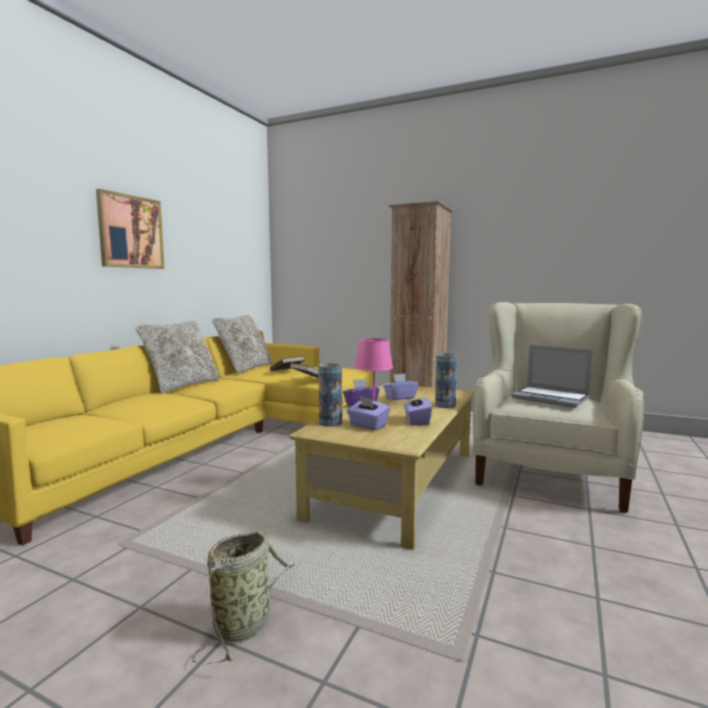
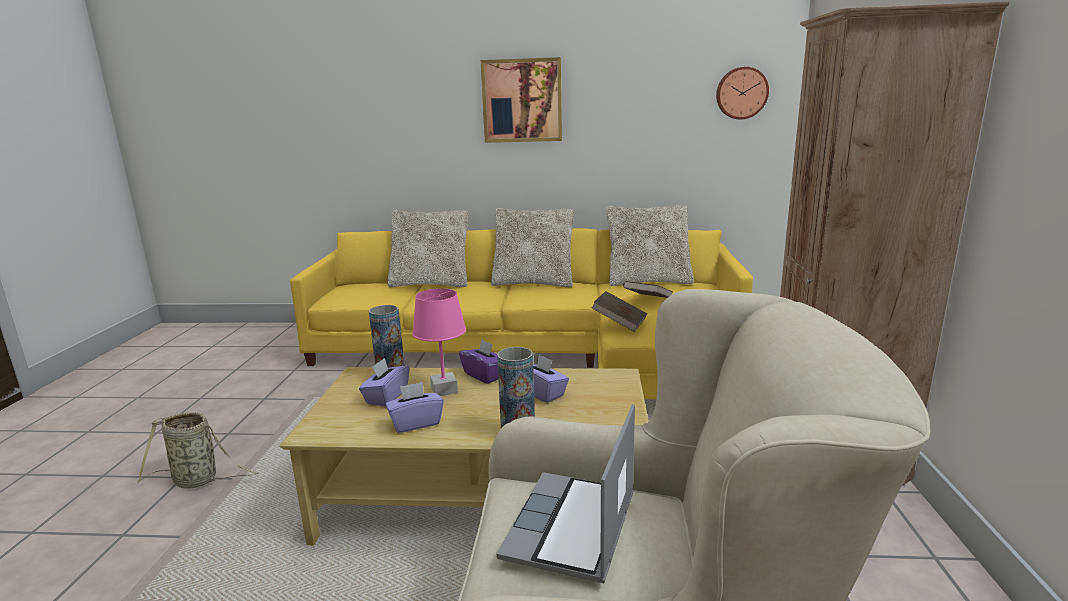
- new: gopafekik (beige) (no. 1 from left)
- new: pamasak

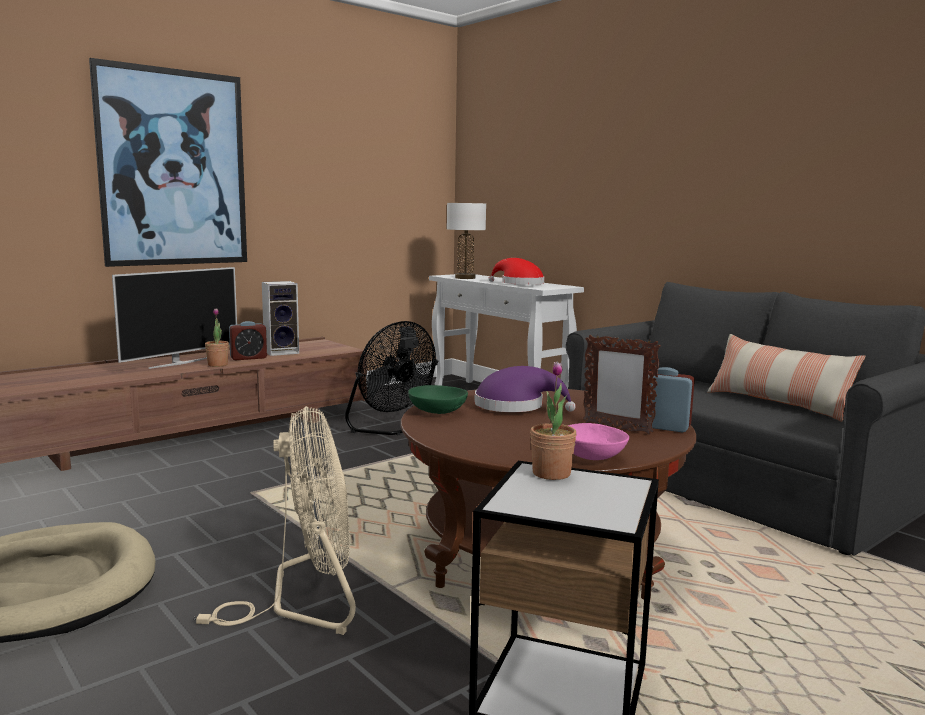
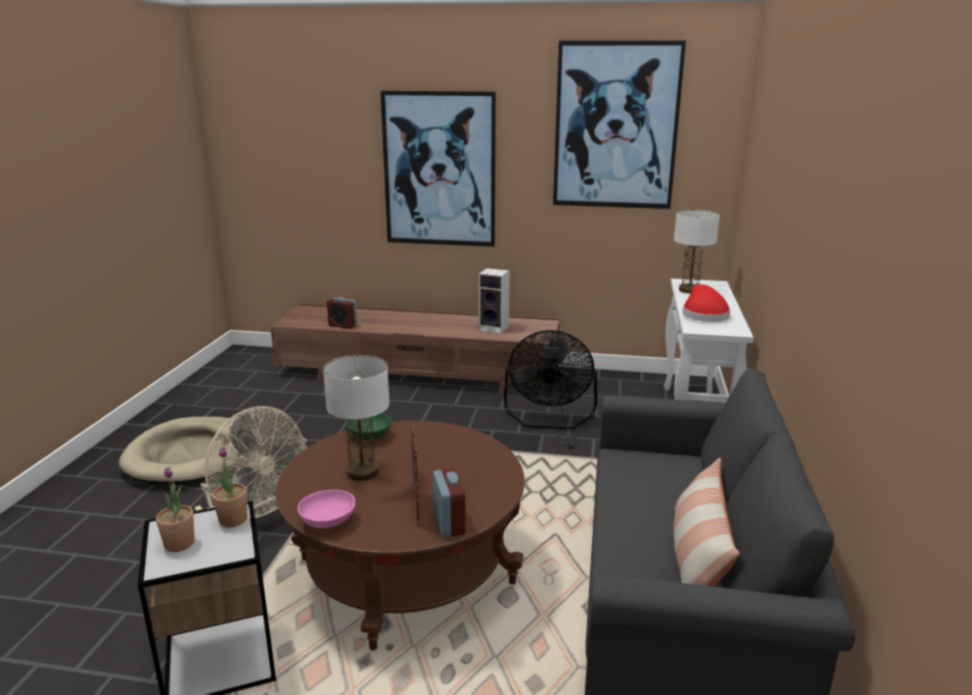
- shifted: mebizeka (no. 1 from left)
- new: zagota (no. 1 from left)
- shifted: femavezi (no. 1 from left)
- new: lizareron (no. 2 from left)
- gone: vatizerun
- gone: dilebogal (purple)

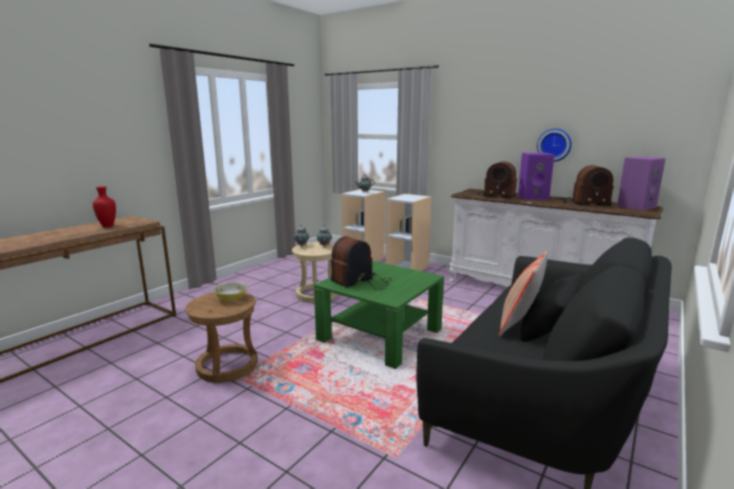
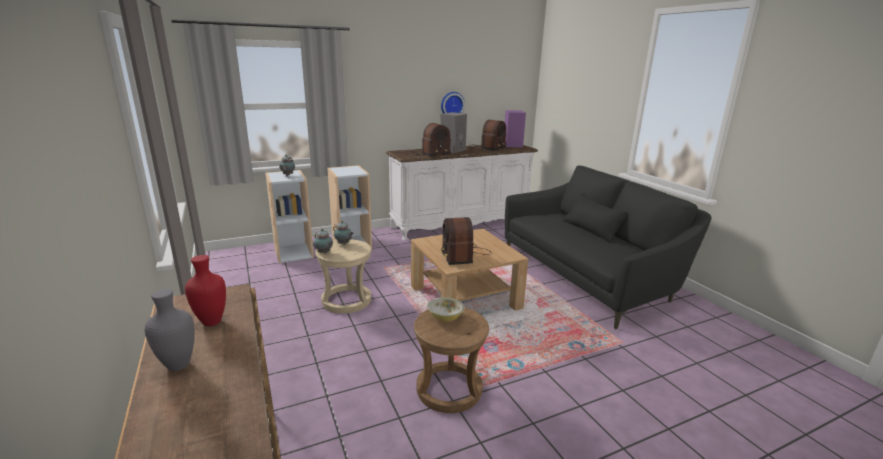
- new: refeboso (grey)
- repainted: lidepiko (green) to lidepiko (brown)
- repainted: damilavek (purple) (no. 1 from left) to damilavek (grey)
- gone: gopafekik

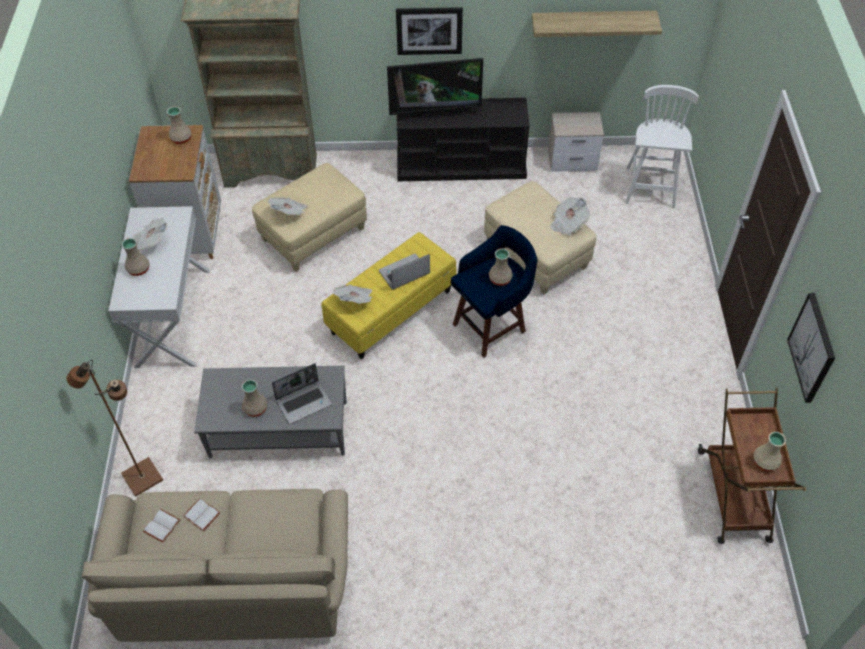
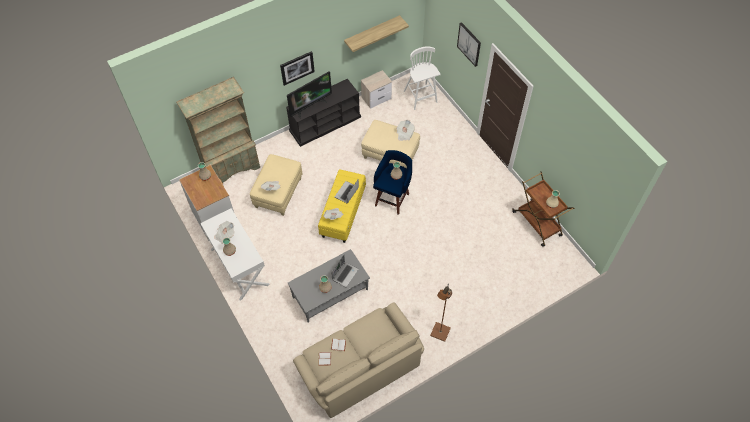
- shifted: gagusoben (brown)
- shifted: lizareron (no. 2 from left)

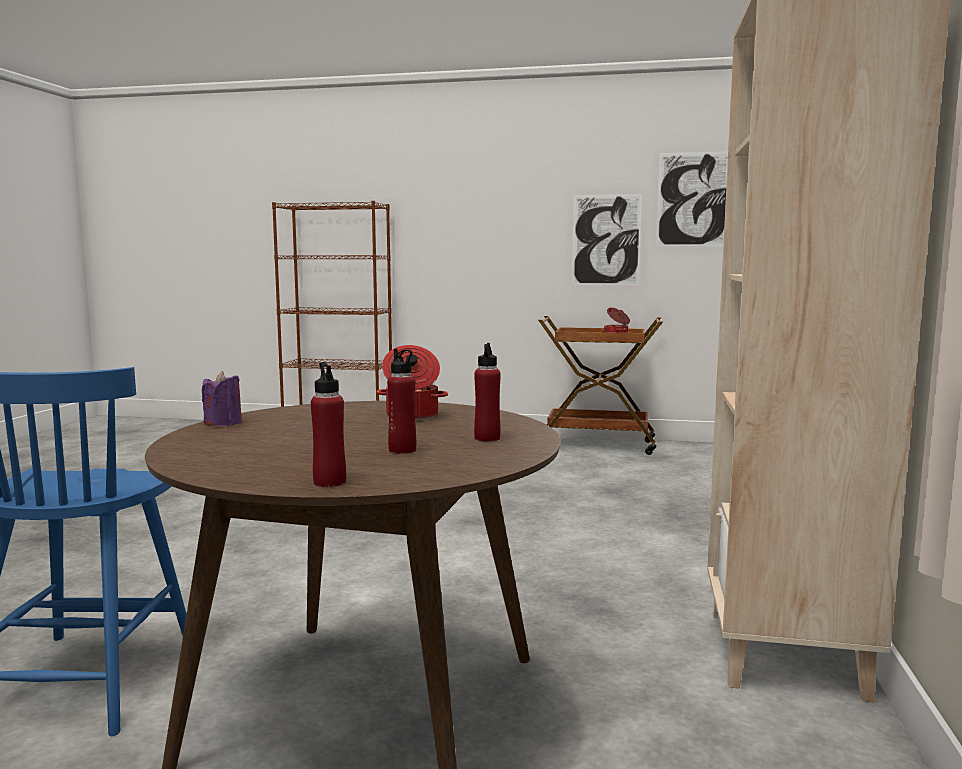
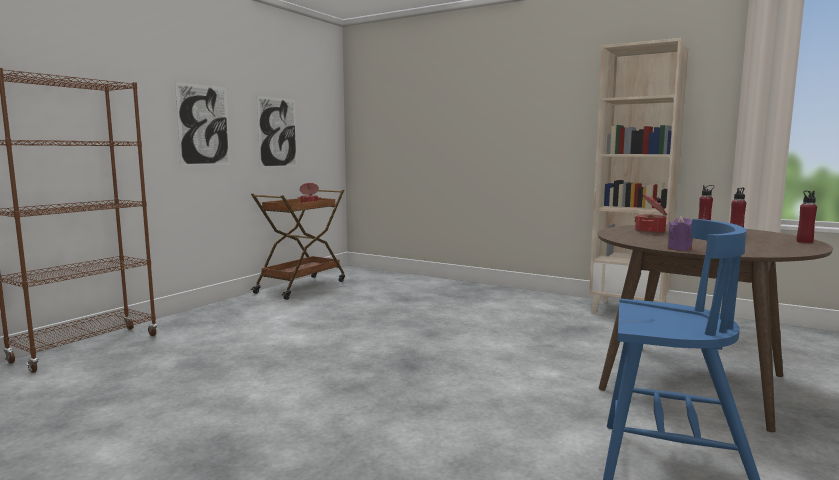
- shifted: lizareron (no. 2 from left in the first image) to lizareron (no. 1 from left)

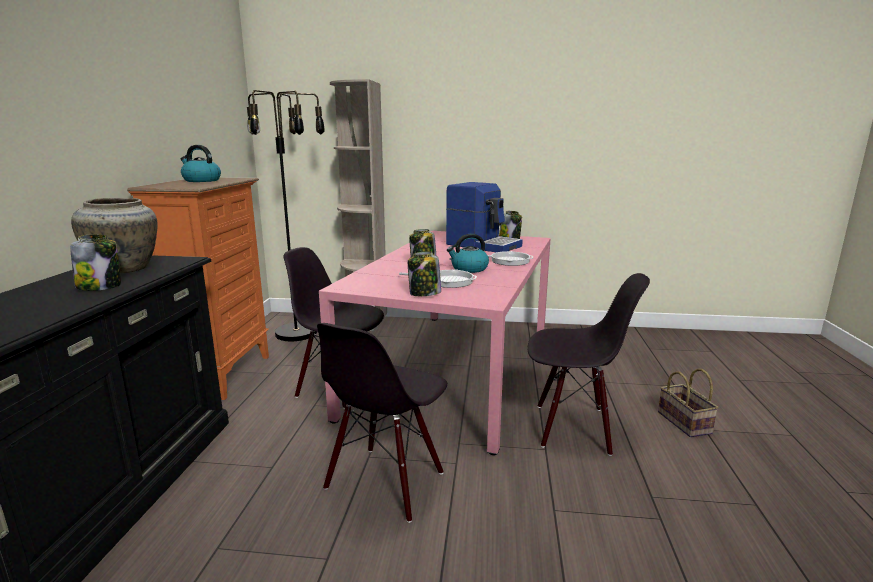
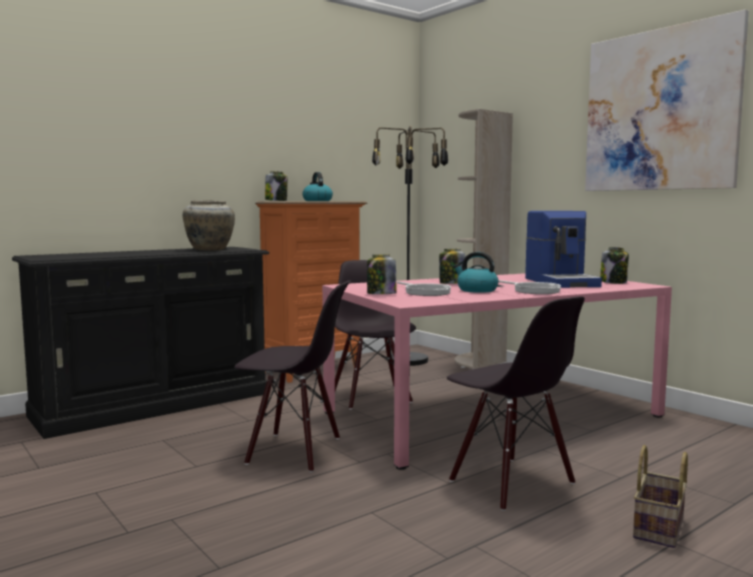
- rotated: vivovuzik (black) (no. 2 from left in the first image) 150 degrees counterclockwise
- shifted: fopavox (no. 1 from left)
- new: lizareron

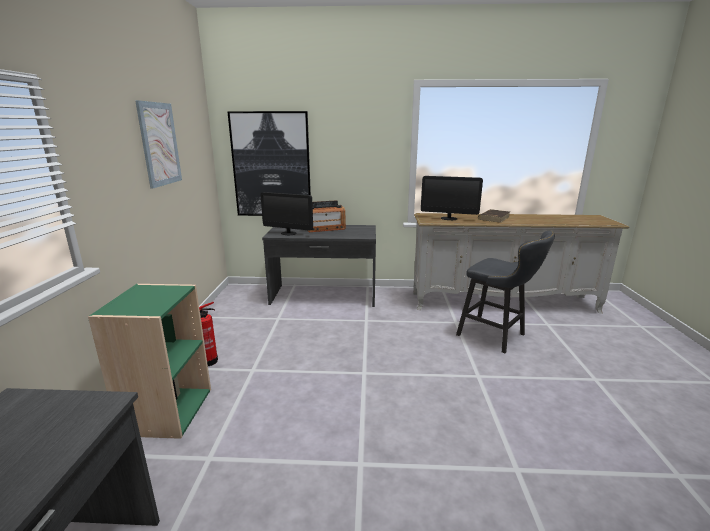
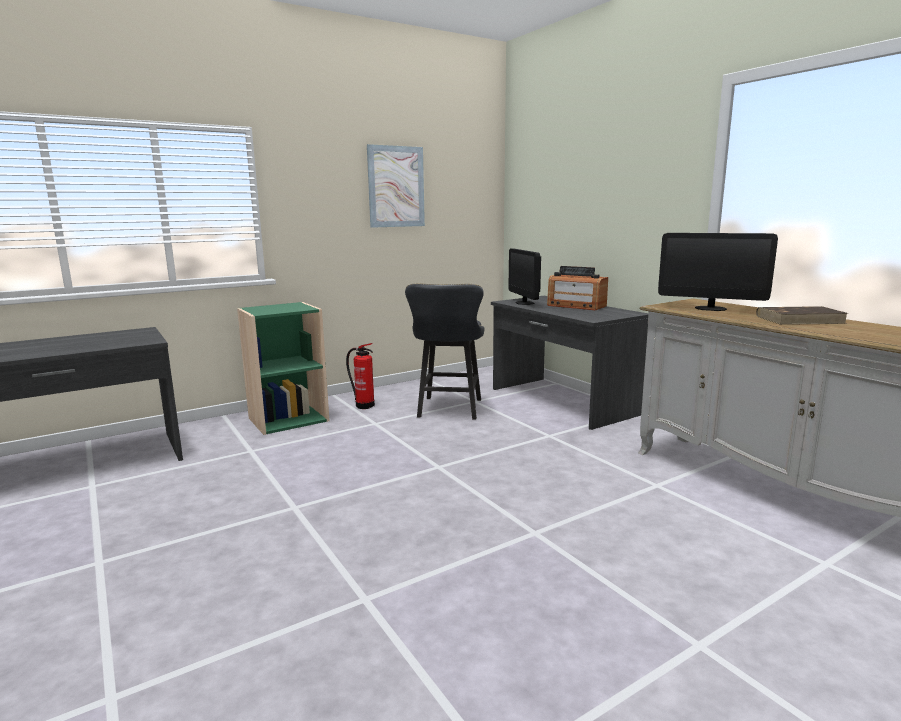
- shifted: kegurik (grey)
- rotated: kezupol (no. 2 from left) 45 degrees counterclockwise
- gone: lizareron (no. 2 from left)

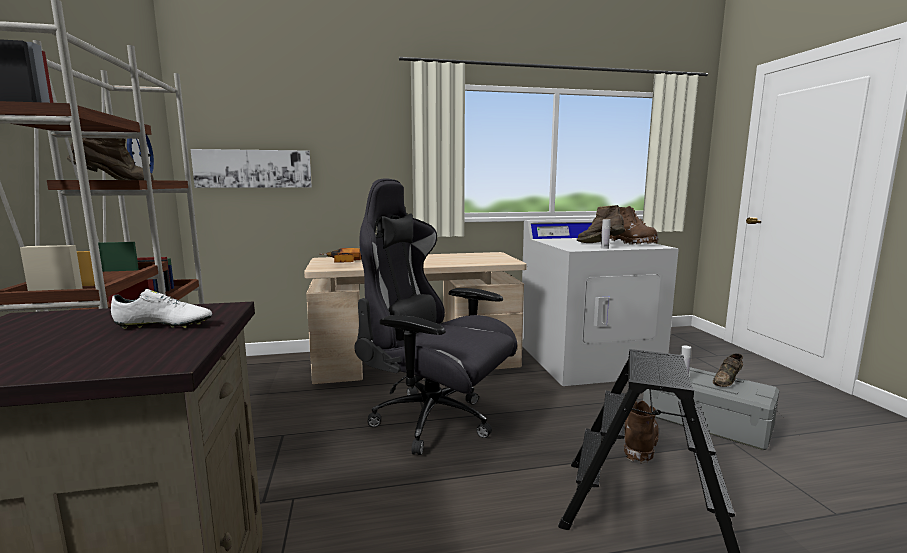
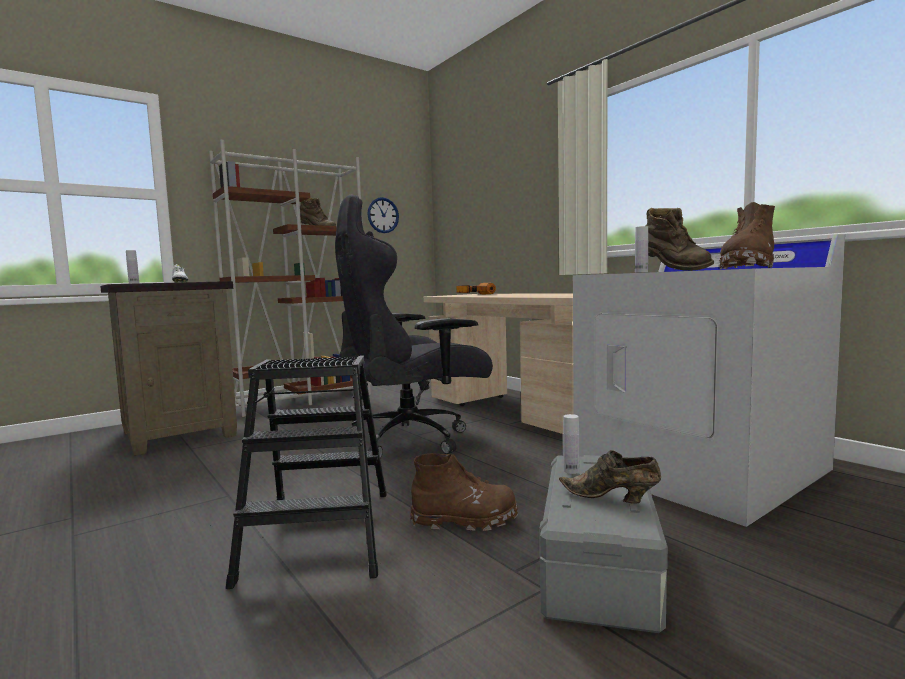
- new: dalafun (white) (no. 1 from left)
- rotated: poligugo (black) 120 degrees counterclockwise
- rotated: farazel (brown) (no. 2 from left in the first image) 135 degrees clockwise
- gone: lizareron

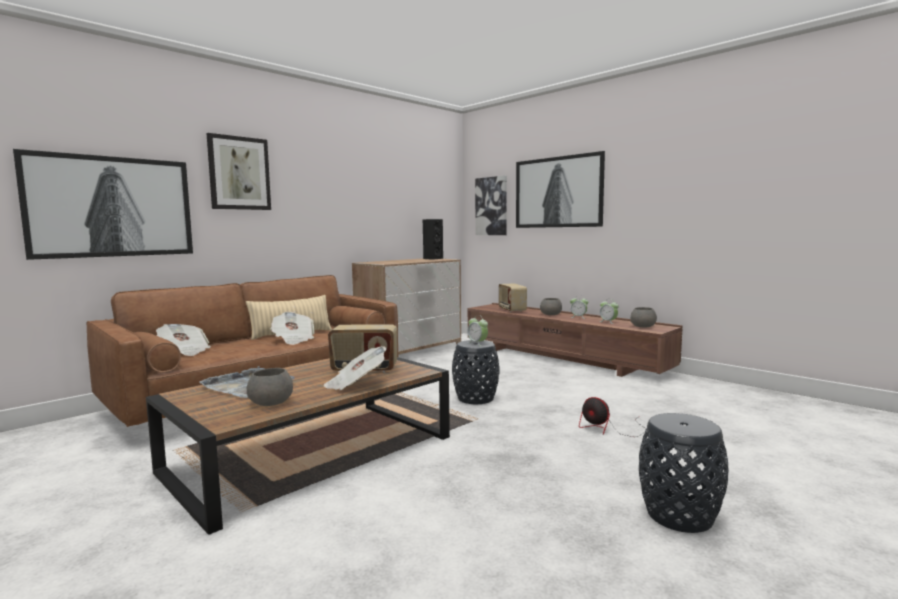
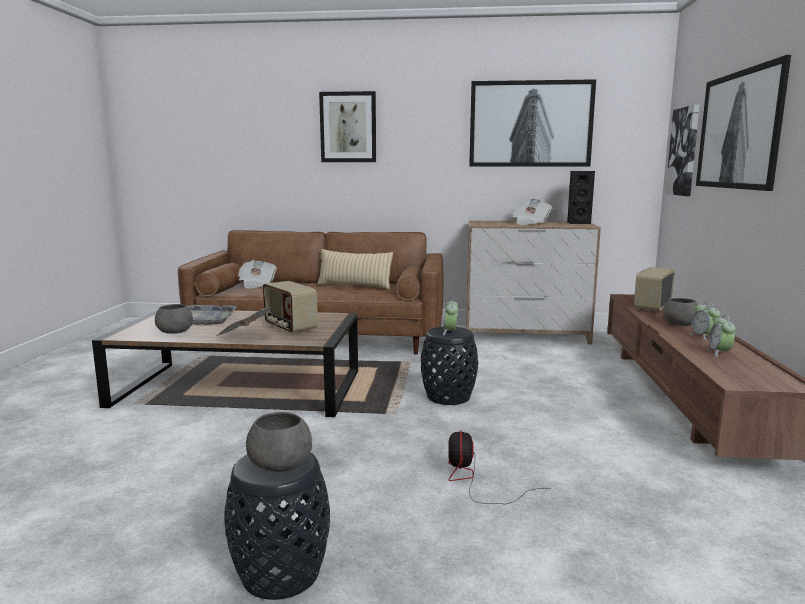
- shifted: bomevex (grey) (no. 3 from left in the first image) to bomevex (grey) (no. 2 from left)
- shifted: lizareron (no. 1 from left in the first image) to lizareron (no. 2 from left)
- shifted: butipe (no. 2 from left in the first image) to butipe (no. 3 from left)

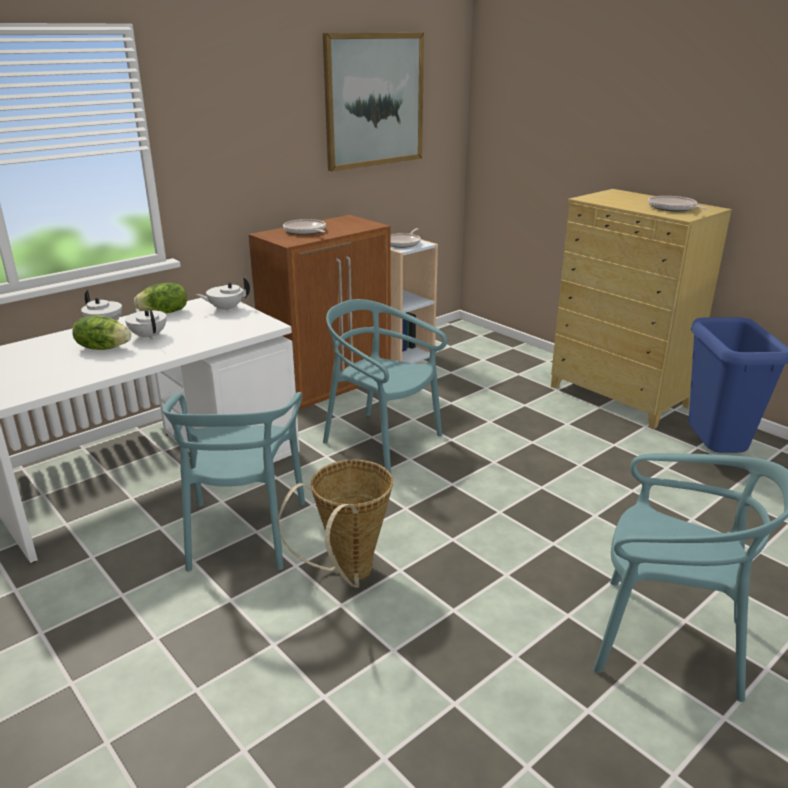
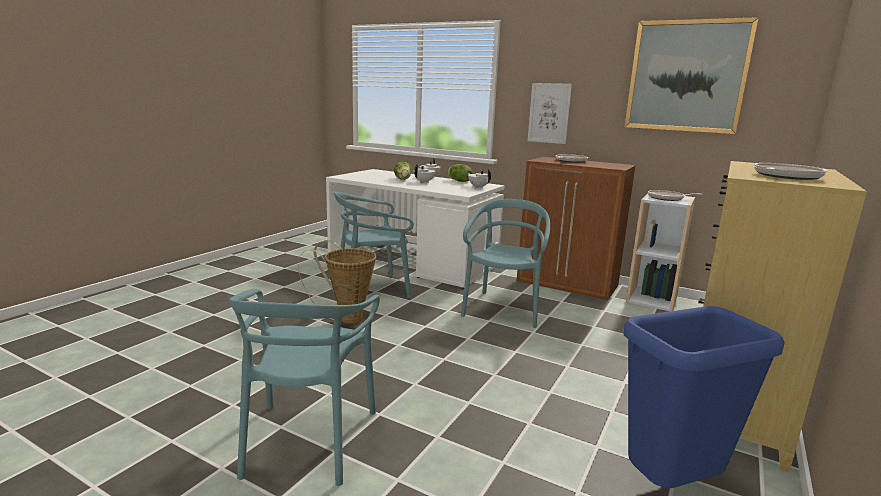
- new: lizareron (no. 1 from left)

